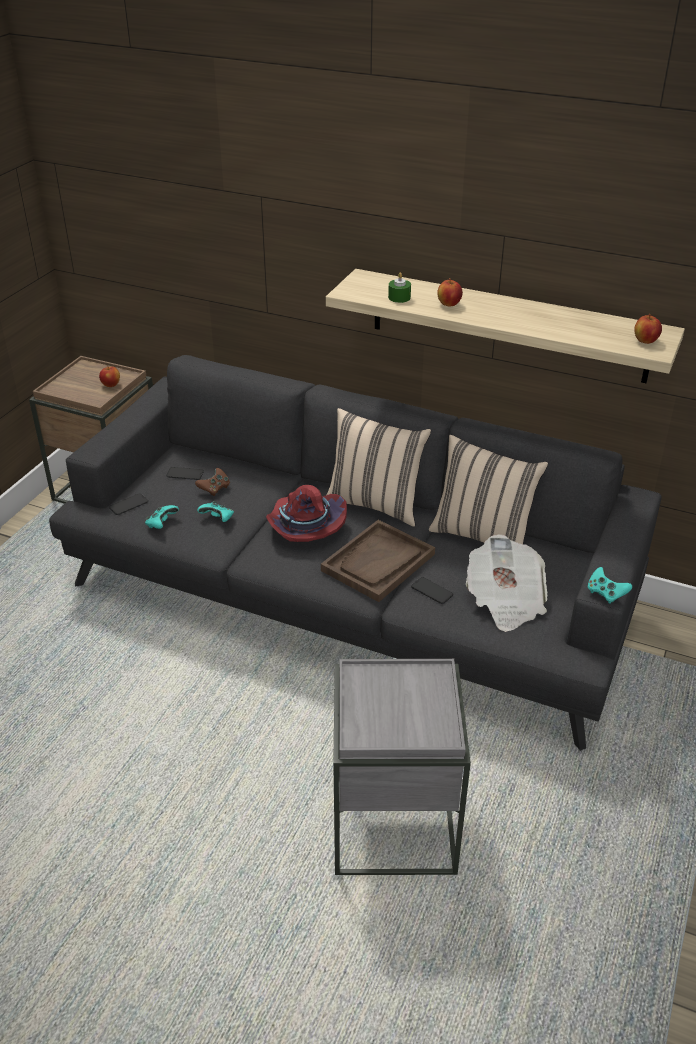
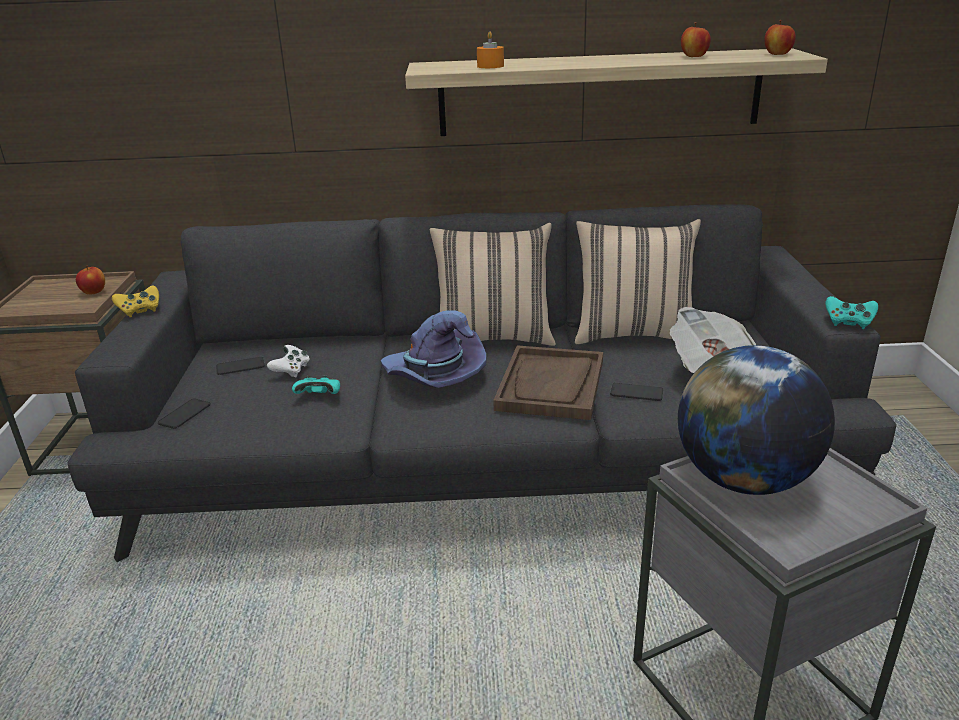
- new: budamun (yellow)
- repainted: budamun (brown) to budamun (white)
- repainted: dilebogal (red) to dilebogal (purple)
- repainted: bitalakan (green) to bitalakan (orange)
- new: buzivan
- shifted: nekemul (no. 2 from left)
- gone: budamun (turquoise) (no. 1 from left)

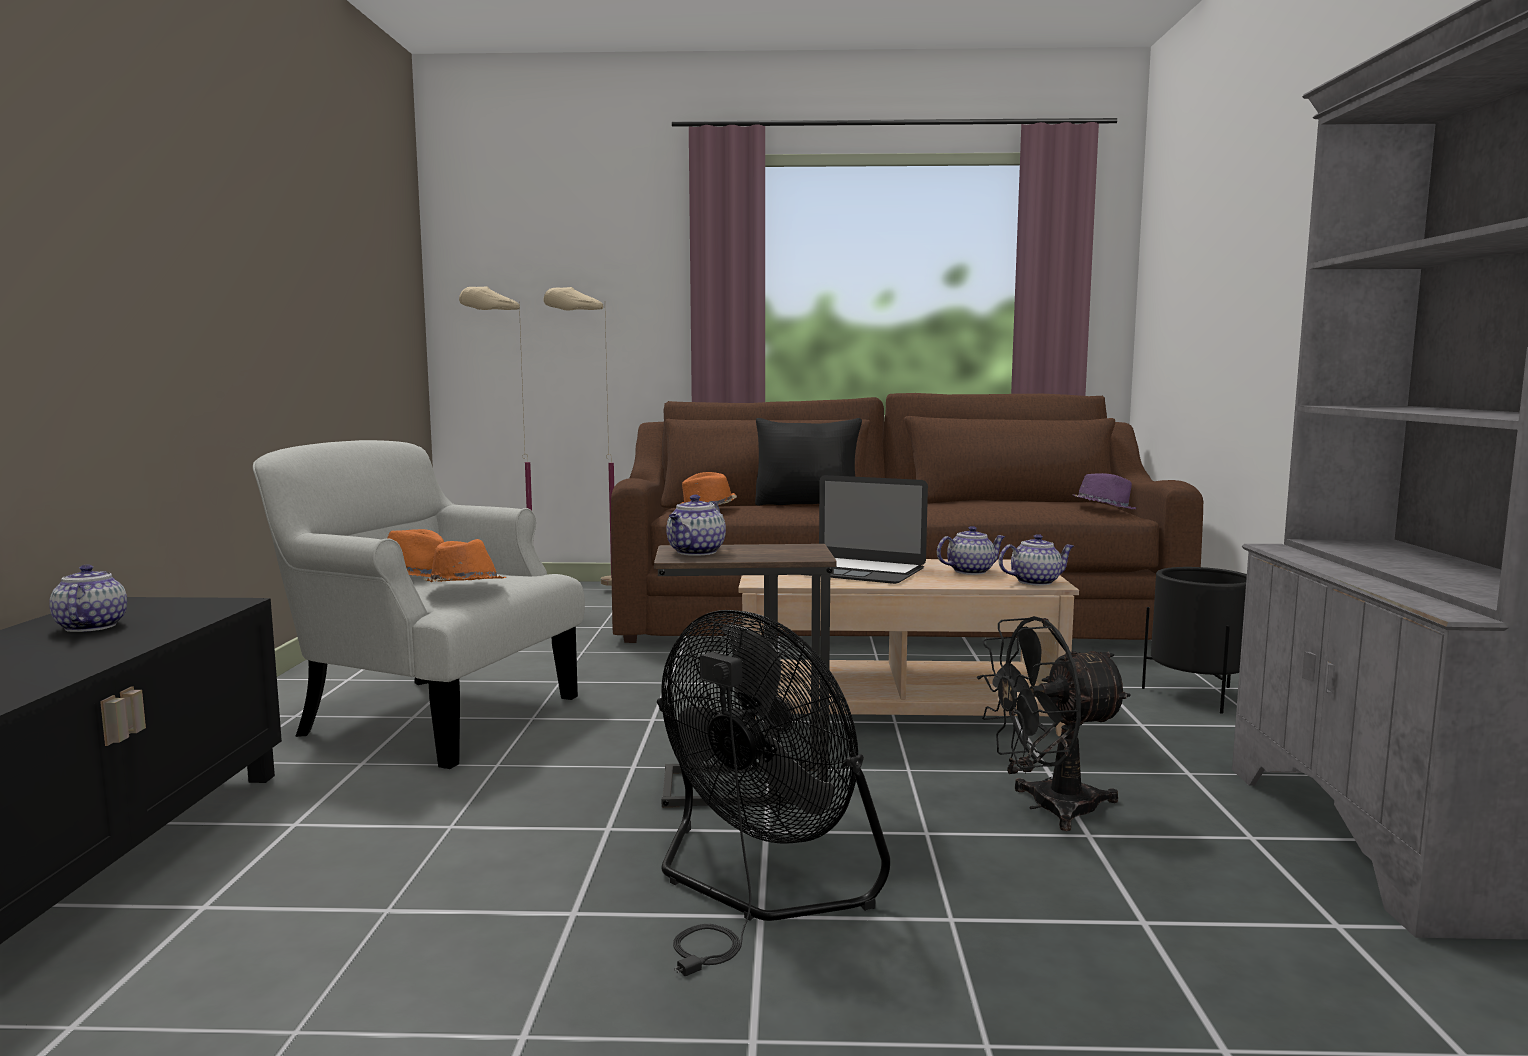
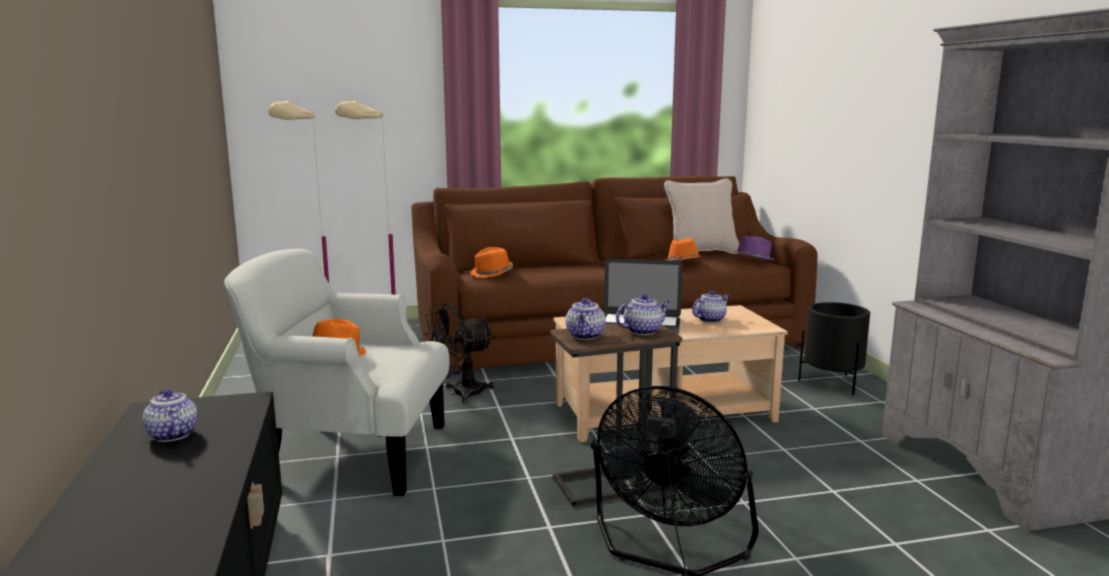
- shifted: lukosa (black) (no. 2 from left in the first image) to lukosa (black) (no. 1 from left)
- shifted: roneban (no. 4 from left in the first image) to roneban (no. 3 from left)
- new: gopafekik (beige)
- shifted: dilebogal (orange) (no. 2 from left in the first image) to dilebogal (orange) (no. 3 from left)
- gone: gopafekik (black)

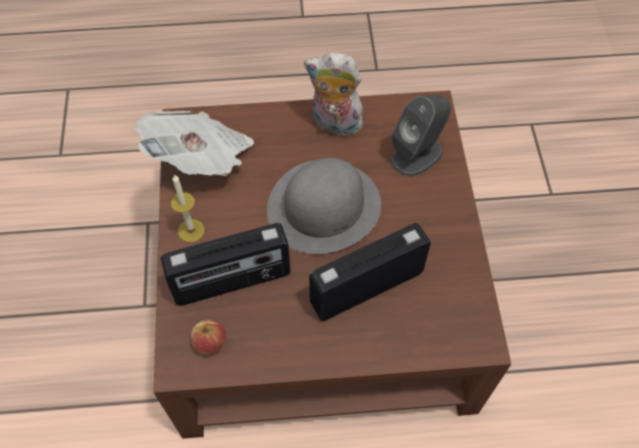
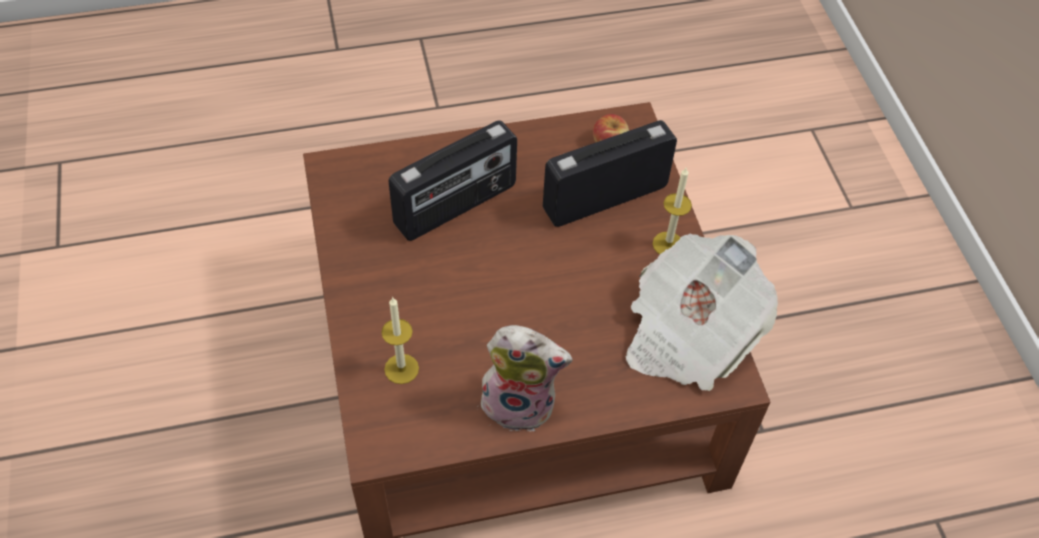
- swapped: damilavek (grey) to bitalakan (no. 1 from left)
- gone: dilebogal (grey)

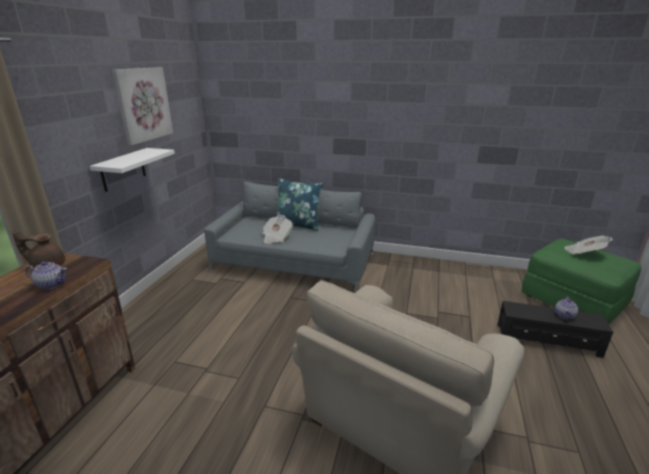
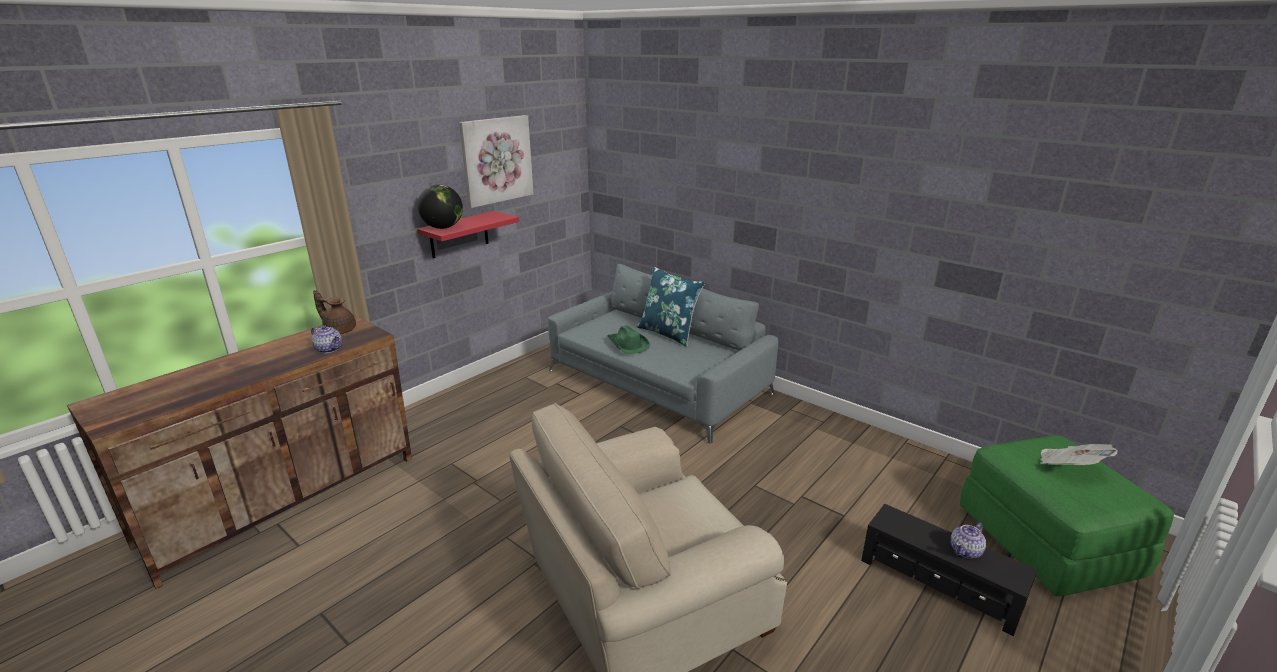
- new: buzivan
- repainted: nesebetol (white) to nesebetol (red)
- swapped: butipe (no. 1 from left) to dilebogal (green)

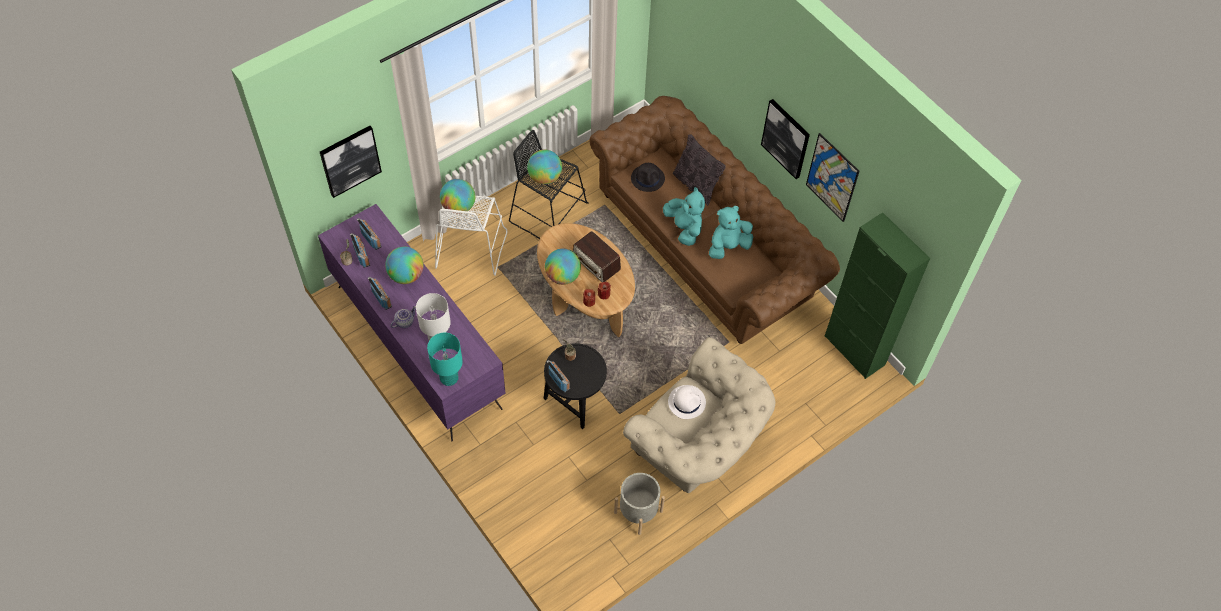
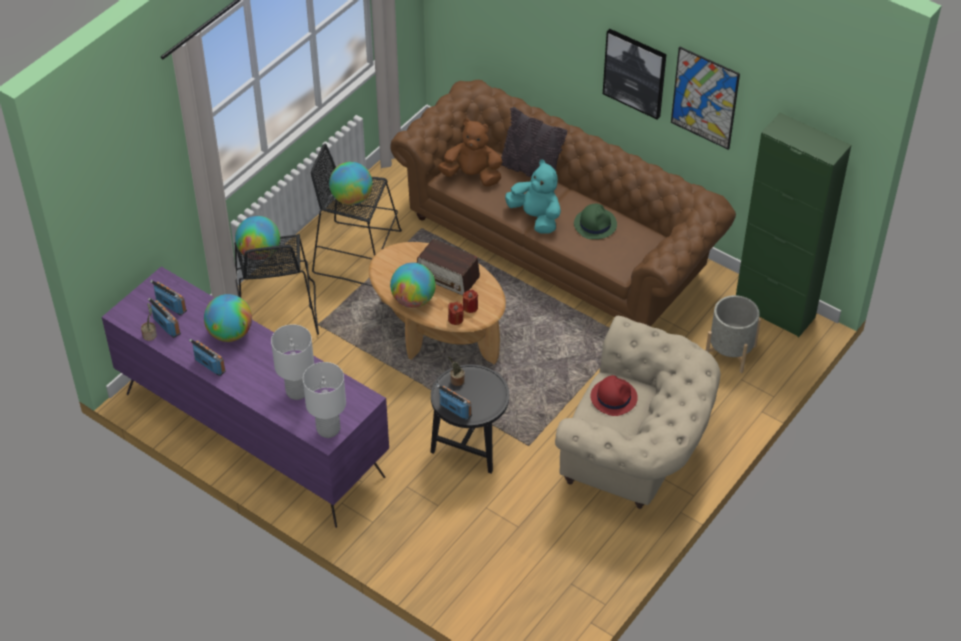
- repainted: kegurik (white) to kegurik (black) (no. 1 from left)
- repainted: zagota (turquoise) to zagota (white) (no. 2 from left)
- swapped: dilebogal (black) to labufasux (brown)
- swapped: labufasux (turquoise) (no. 2 from left) to dilebogal (green)
- repainted: dilebogal (white) to dilebogal (red)
- shifted: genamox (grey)
- gone: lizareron (no. 1 from left)
- gone: roneban

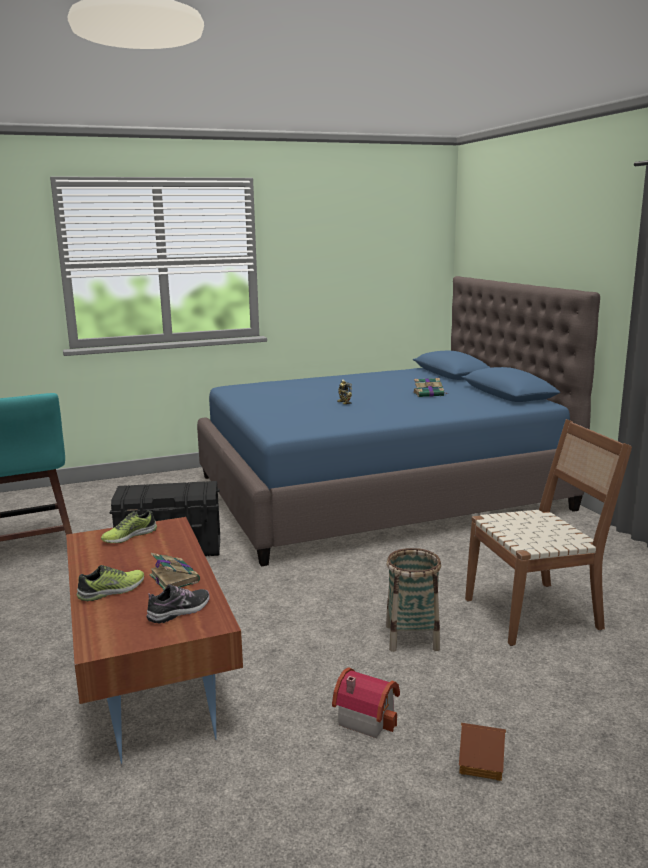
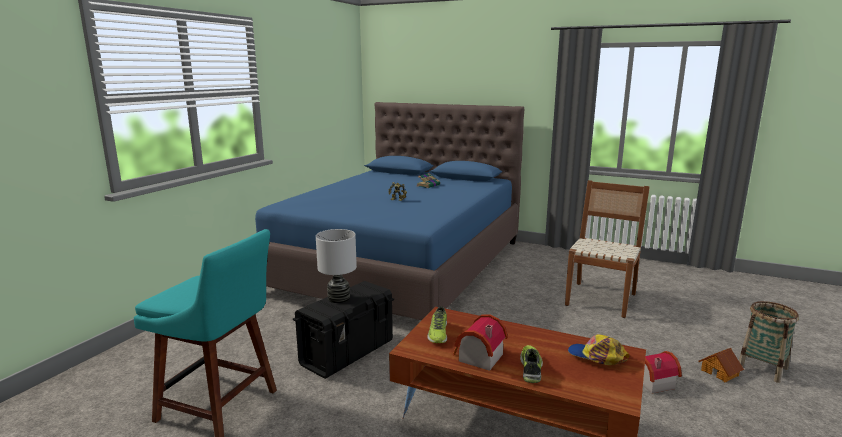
- new: zagota (grey)
- new: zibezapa (no. 1 from left)
- swapped: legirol (no. 3 from left) to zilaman
- shifted: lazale
- gone: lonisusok (no. 1 from left)

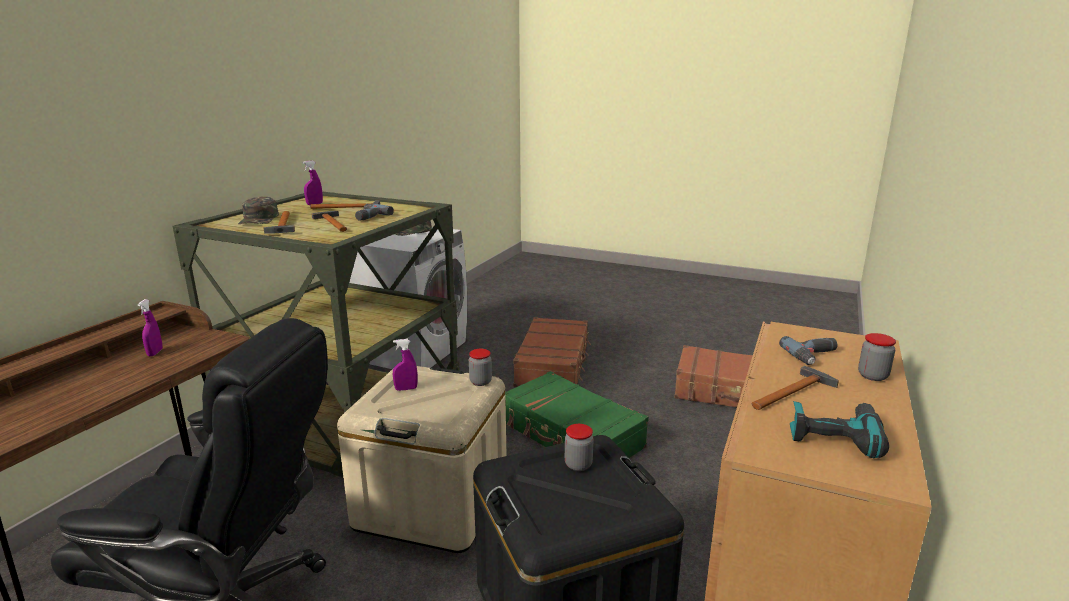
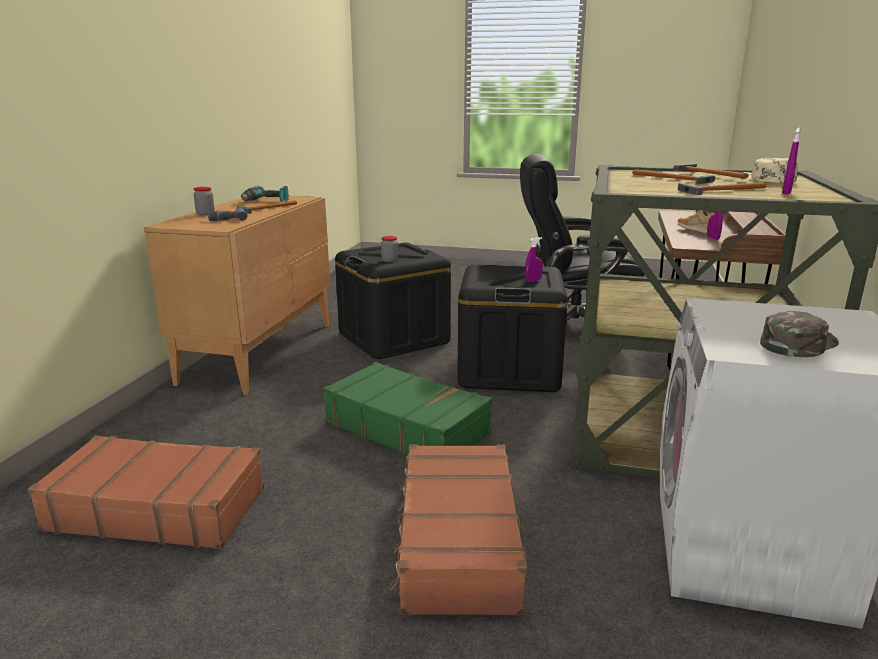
- repainted: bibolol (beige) to bibolol (black) (no. 2 from left)
- new: legirol (beige)
- repainted: zilaman (green) (no. 1 from left) to zilaman (beige)
- gone: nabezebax (no. 1 from left)
- gone: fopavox (no. 1 from left)

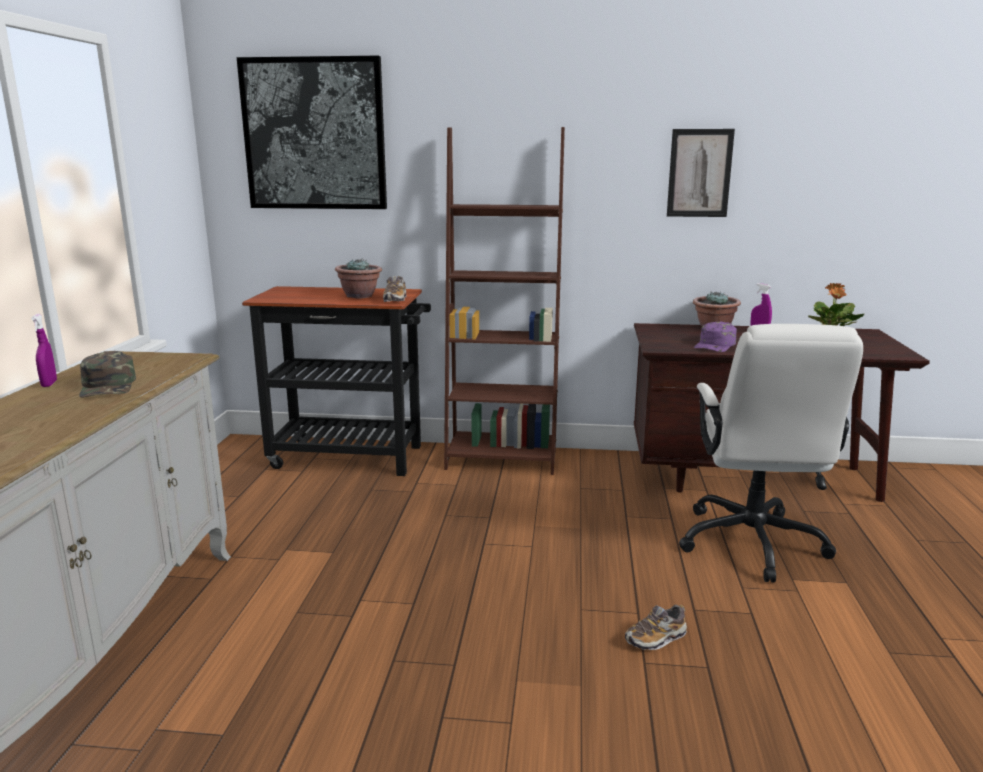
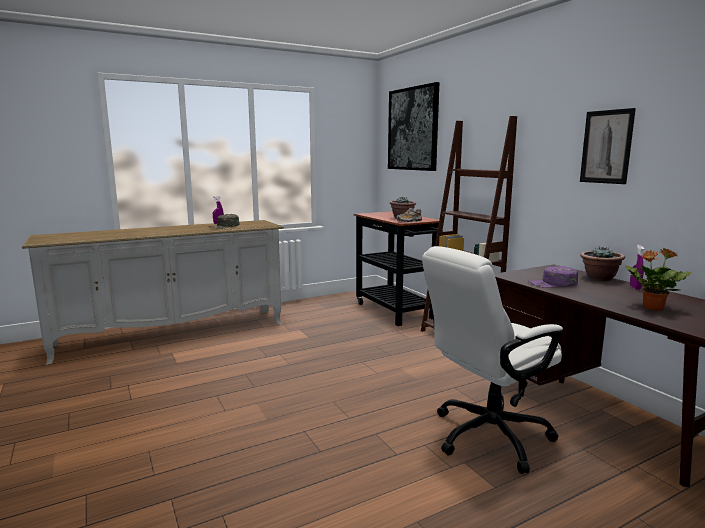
- gone: legirol (no. 2 from left)

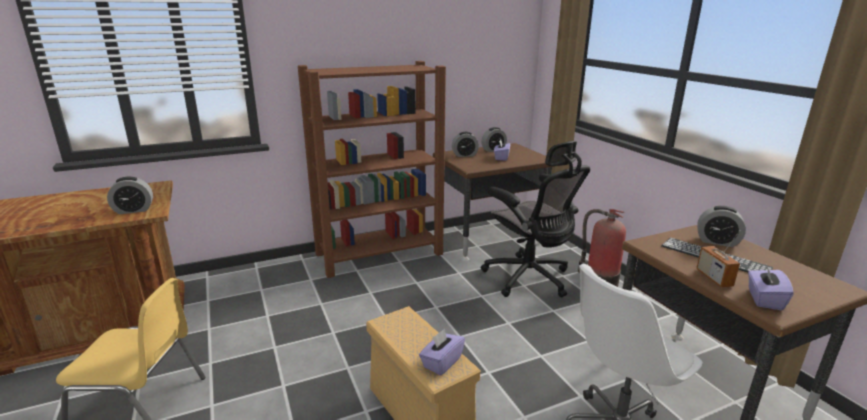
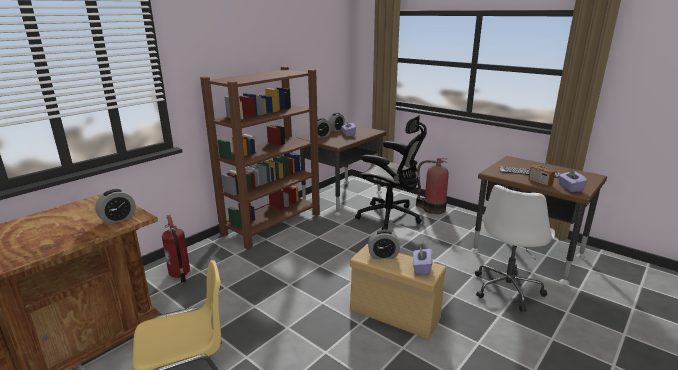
- new: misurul (no. 1 from left)
- shifted: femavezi (no. 4 from left)

